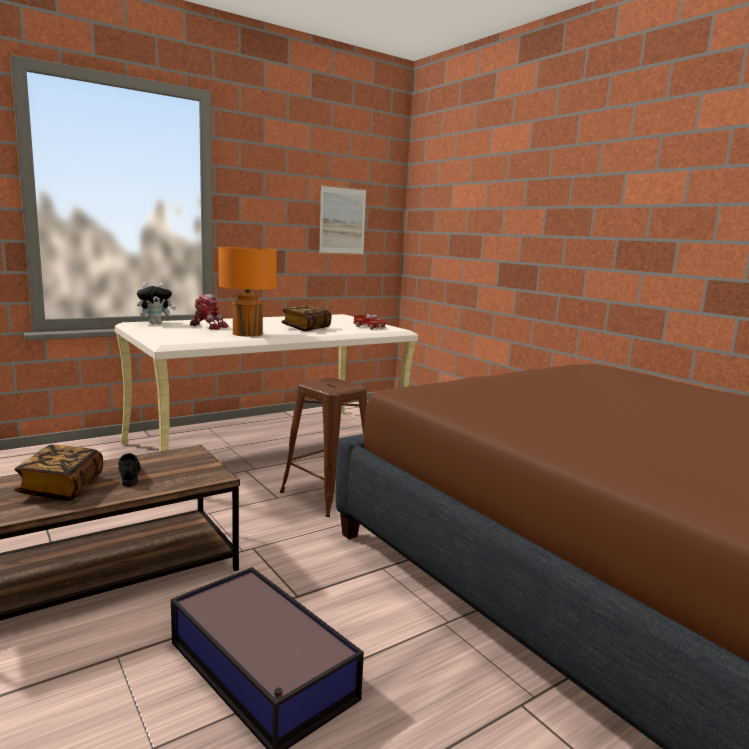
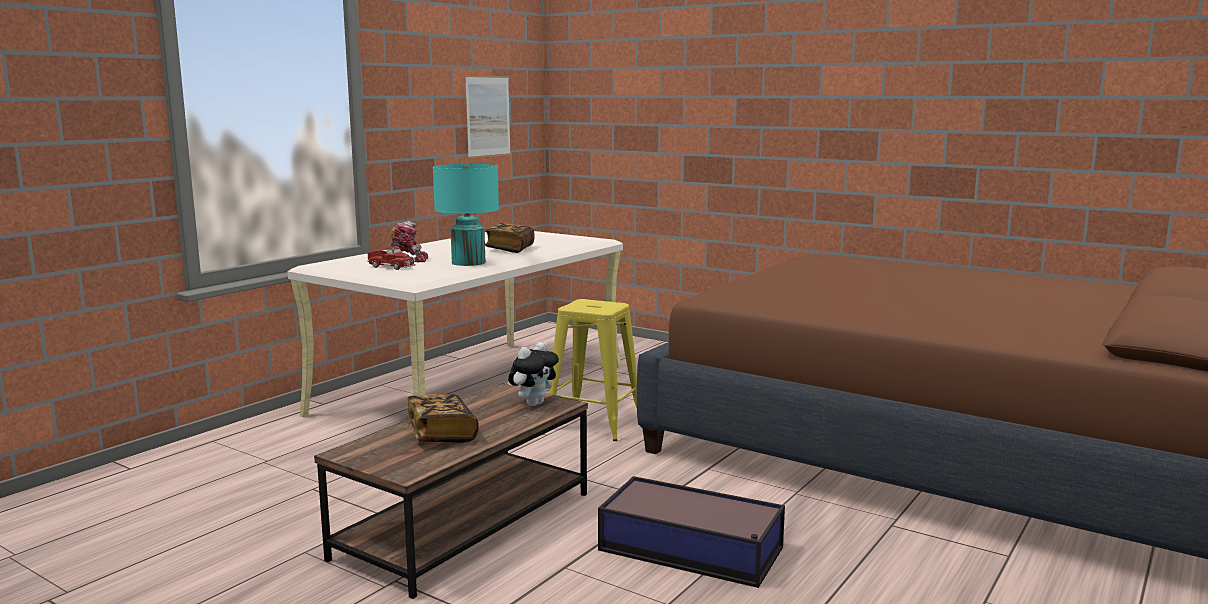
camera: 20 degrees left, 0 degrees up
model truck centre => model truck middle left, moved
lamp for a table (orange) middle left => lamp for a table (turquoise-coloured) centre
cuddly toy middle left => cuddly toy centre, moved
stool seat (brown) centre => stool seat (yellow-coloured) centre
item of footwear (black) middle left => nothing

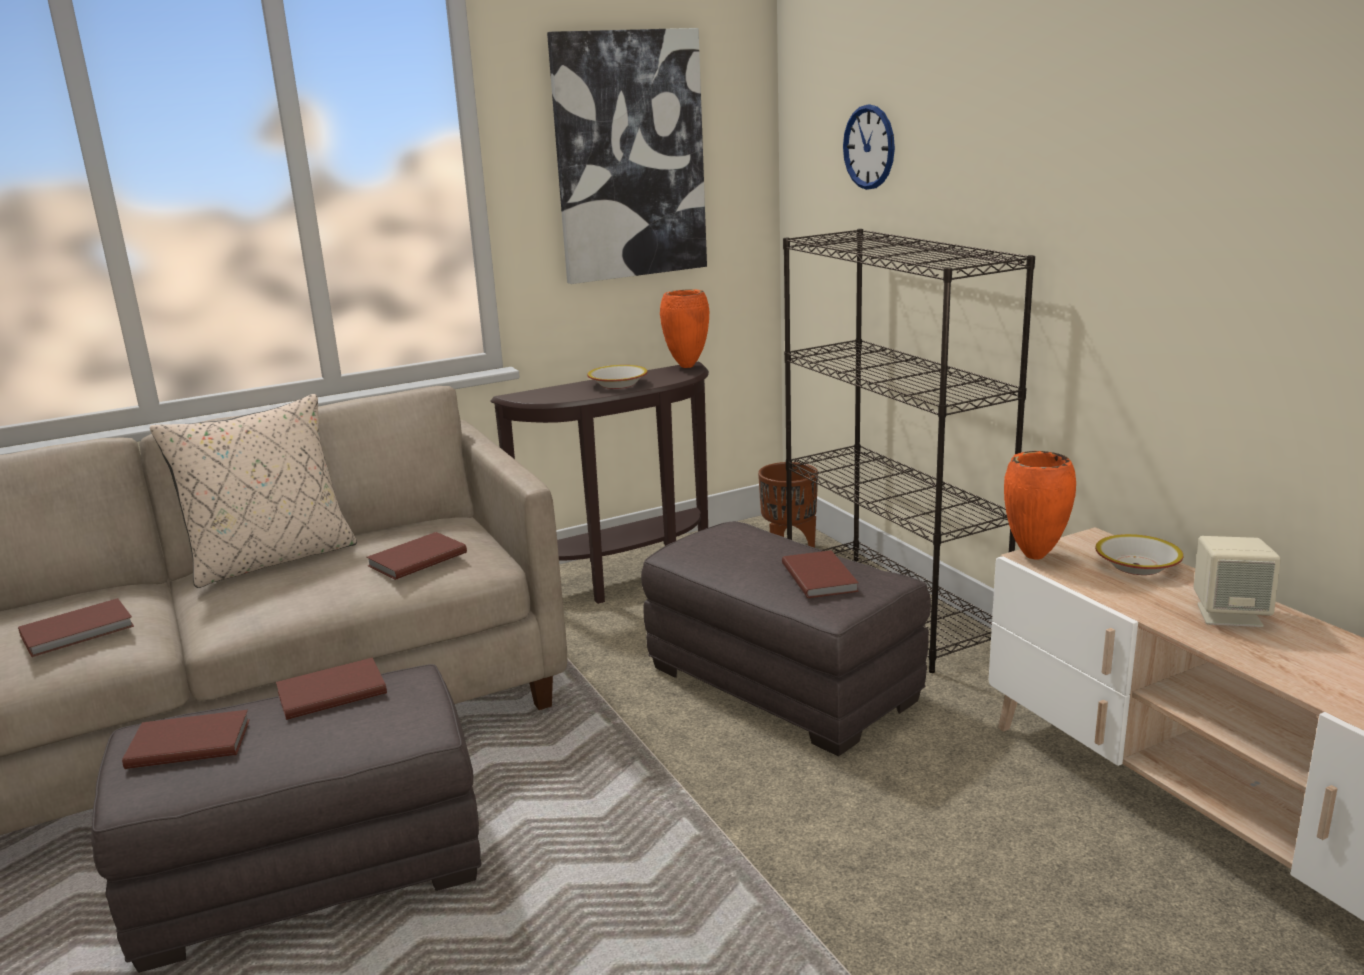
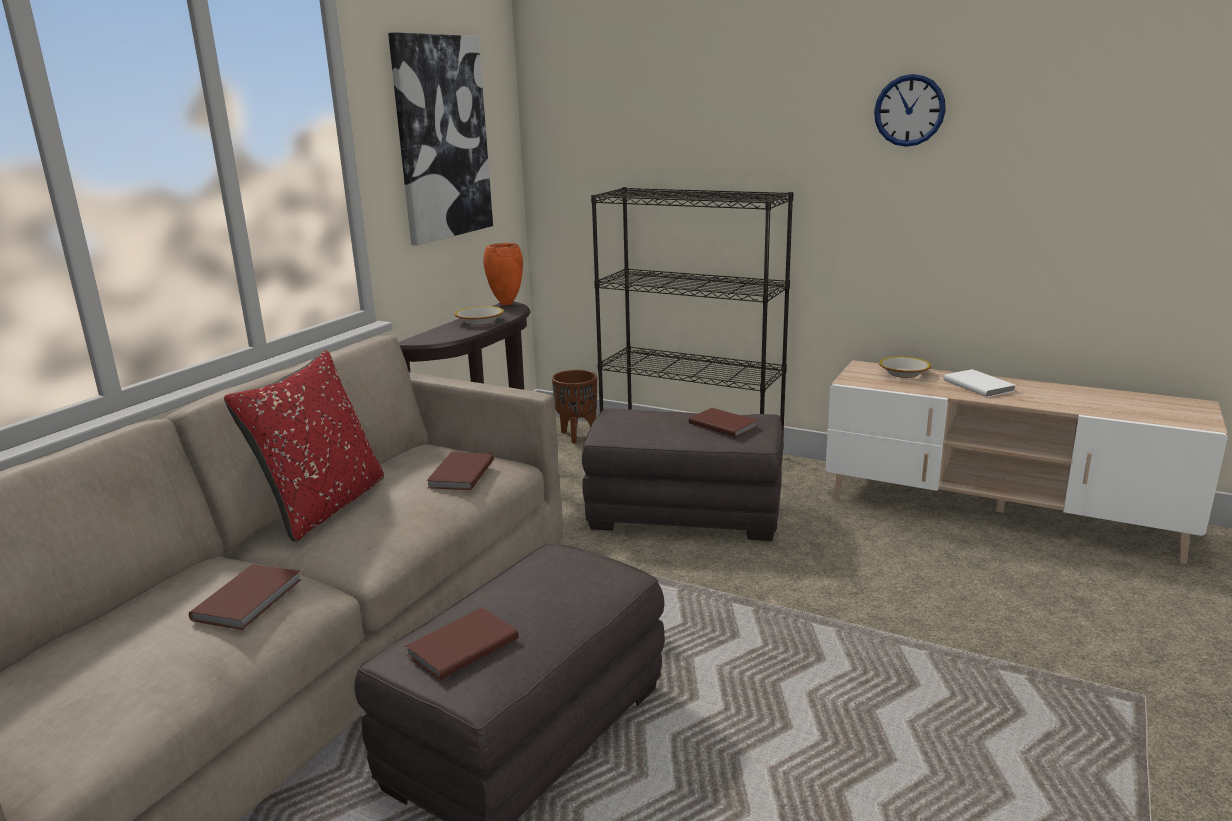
camera: 35 degrees left, 0 degrees up
pillow (sand-coloured) middle left => pillow (red) middle left
clock on the wall top centre => clock on the wall top right, moved
loudspeaker (sand-coloured) middle right => book (white) middle right
book (brown) (3rd from left) bottom left => nothing
decorative vase (orange) (2nd from left) middle right => nothing

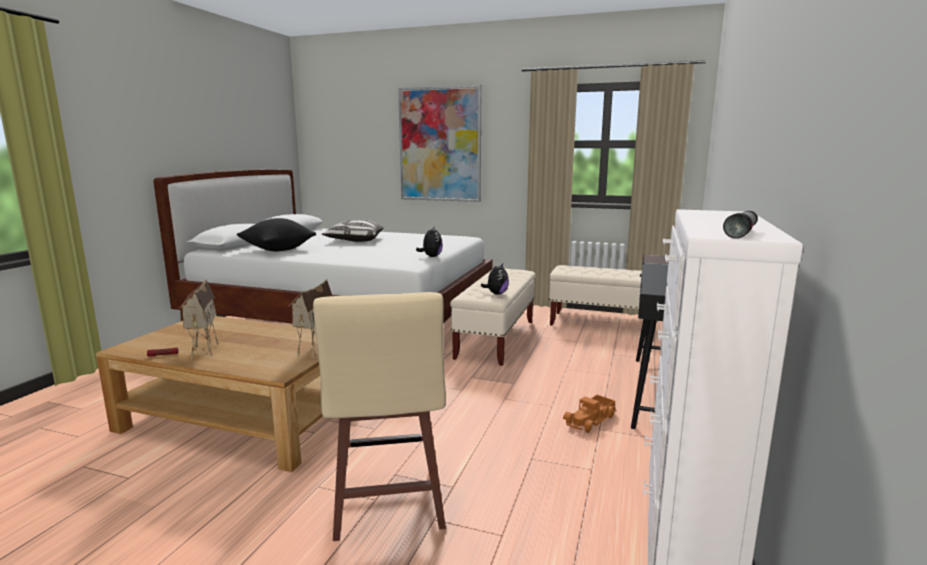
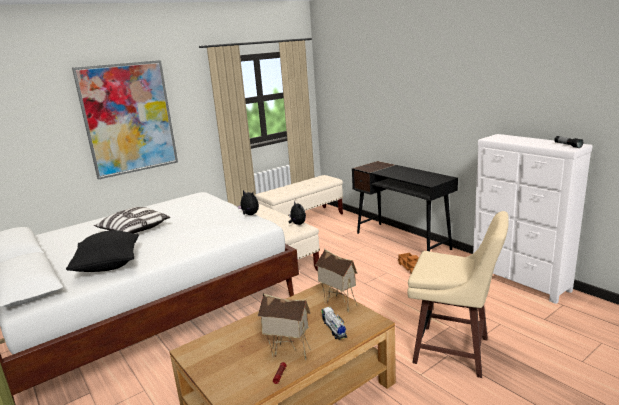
camera: 55 degrees left, 5 degrees up
nothing => model truck (1st from left) bottom centre

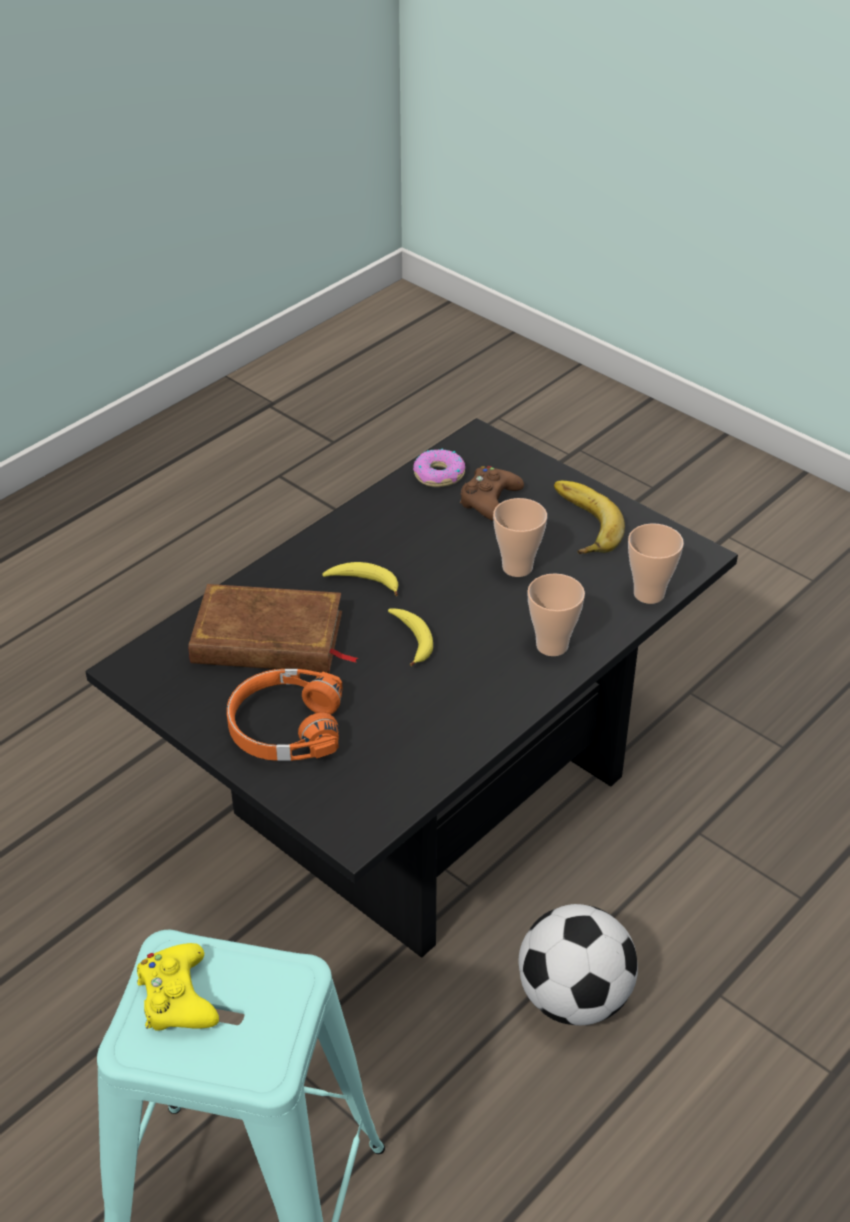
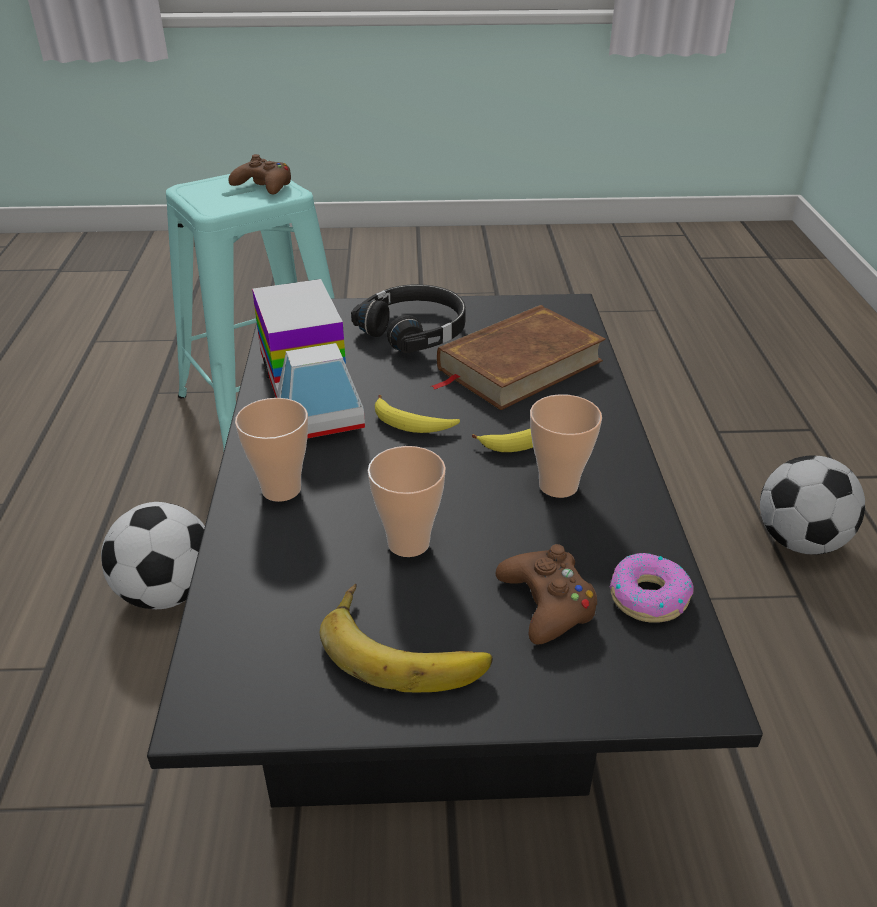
camera: 135 degrees right, 5 degrees down
joypad (yellow-coloured) bottom left => joypad (brown) (1st from left) top left
nothing => model truck centre
headphones (orange) centre => headphones (black) centre
small cup (3rd from left) middle right => small cup (3rd from left) centre, moved
nothing => football ball (2nd from left) middle right

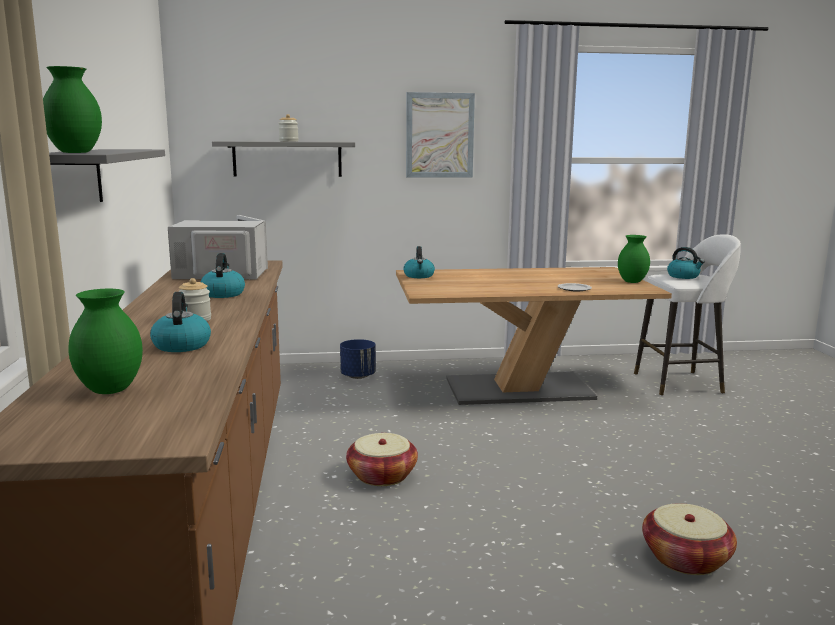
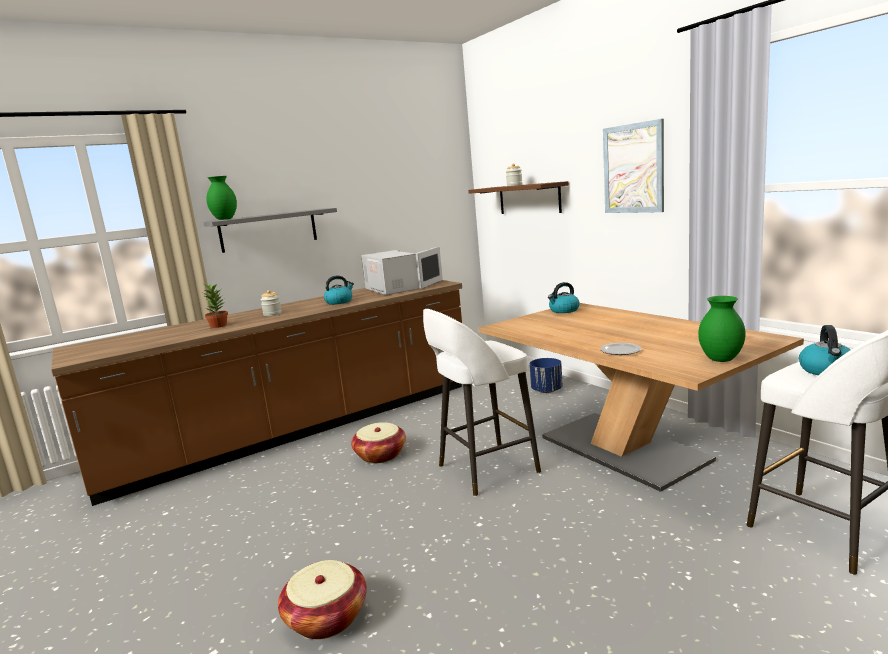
camera: 65 degrees right, 0 degrees up
tea kettle (1st from left) middle left => potted plant middle left
nothing => stool seat (white) (1st from left) centre
wall shelf (greyish) (2nd from left) top centre => wall shelf (brown) top centre
decorative vase (greenish) (2nd from left) middle left => nothing

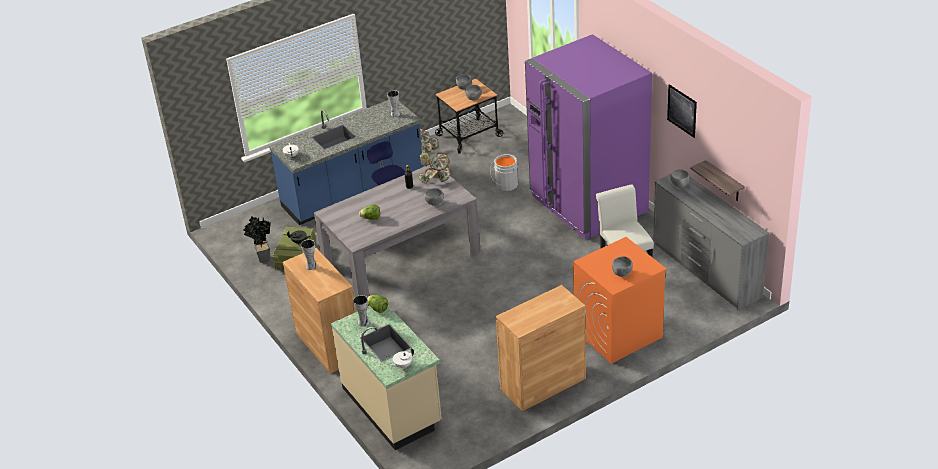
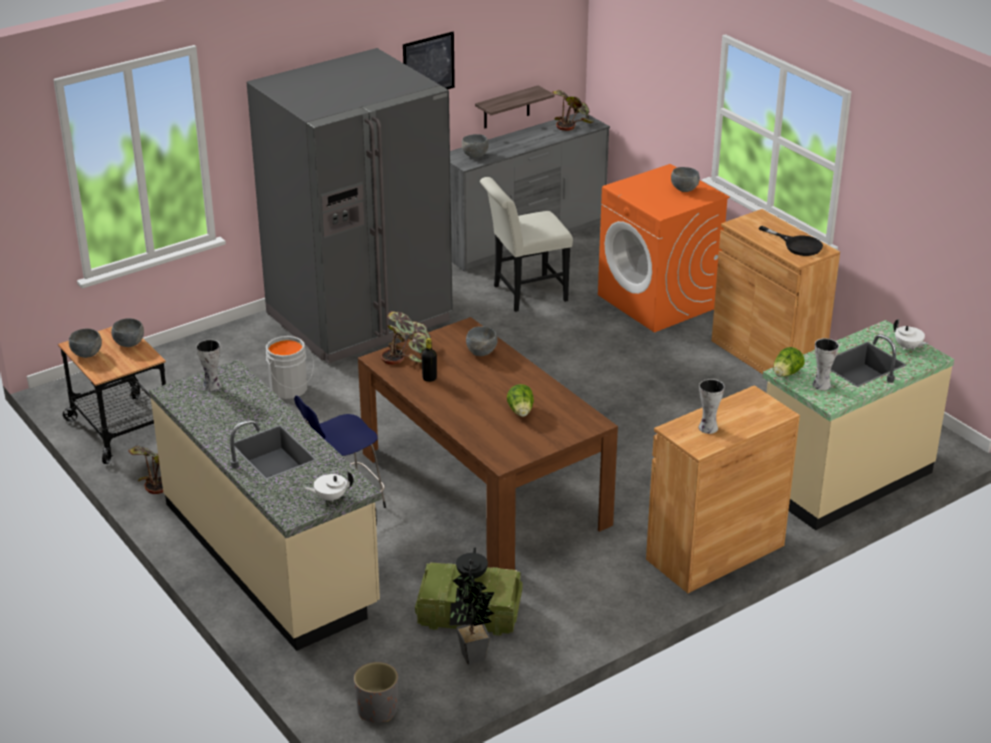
camera: 95 degrees left, 5 degrees down
counter (bluish) centre => counter (sand-coloured) (1st from left) bottom left
refrigerator (purple-coloured) top centre => refrigerator (greyish) top centre
nothing => flower pot (greyish) bottom centre
dinner table (greyish) centre => dinner table (brown) centre
nothing => potted plant (4th from left) top centre
nothing => skillet (black) top right

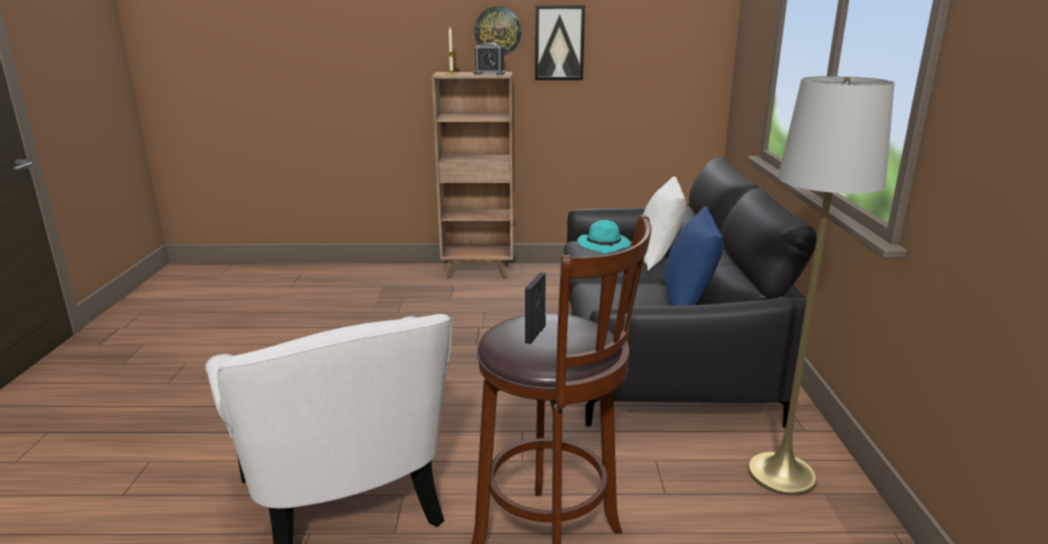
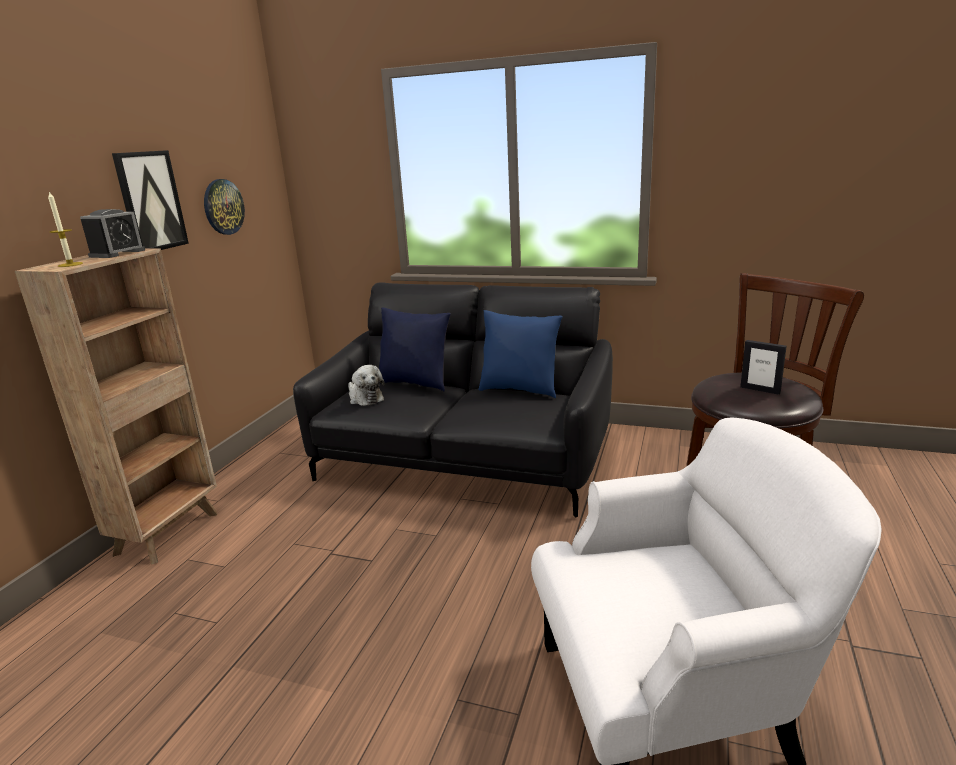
camera: 70 degrees left, 0 degrees up
clock on the wall top centre => clock on the wall top left, moved
wearable hat (turquoise-coloured) centre => cuddly toy centre
pillow (white) centre => pillow (bluish) (1st from left) centre
standing lamp (greyish) middle right => nothing

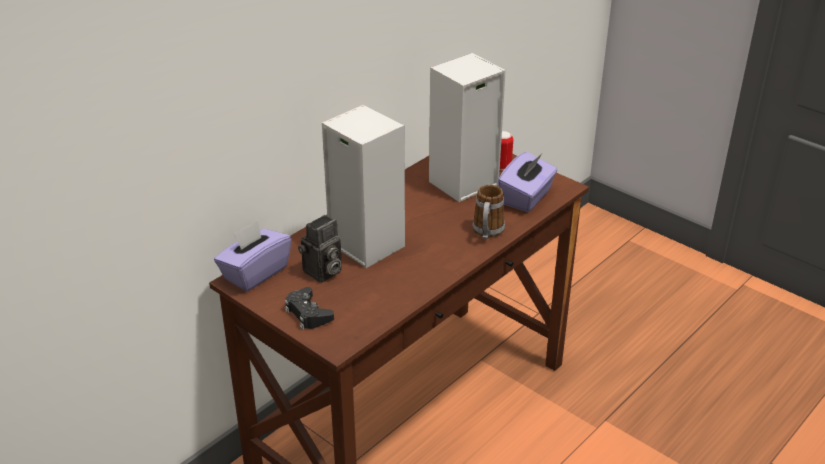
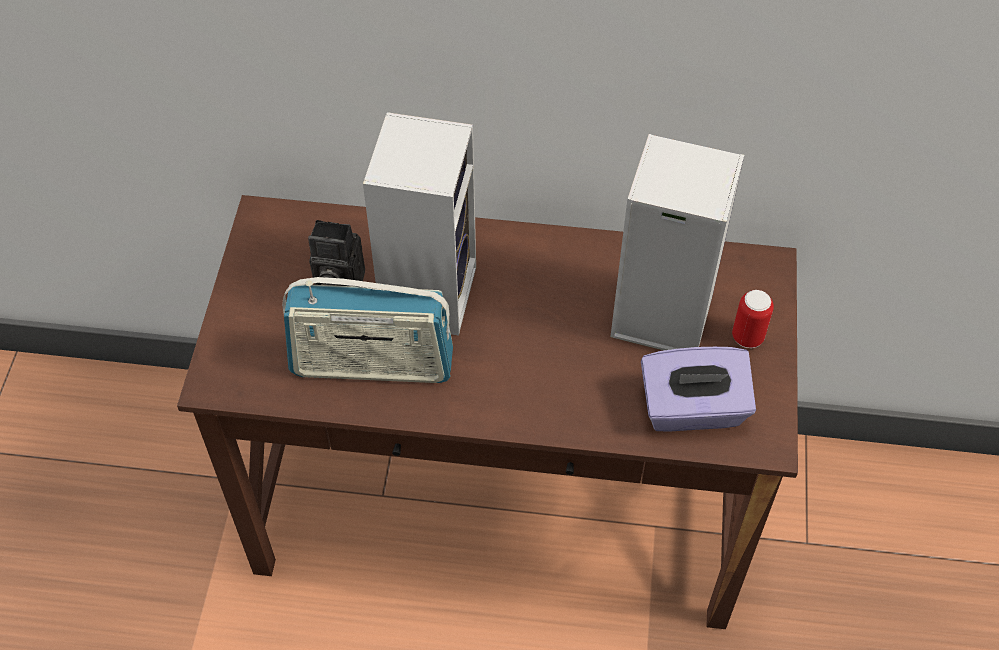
camera: 55 degrees right, 20 degrees up
nothing => radio set centre
box of tissues (purple-coloured) (1st from left) middle left => nothing
joypad (black) centre => nothing
tea mug centre => nothing

